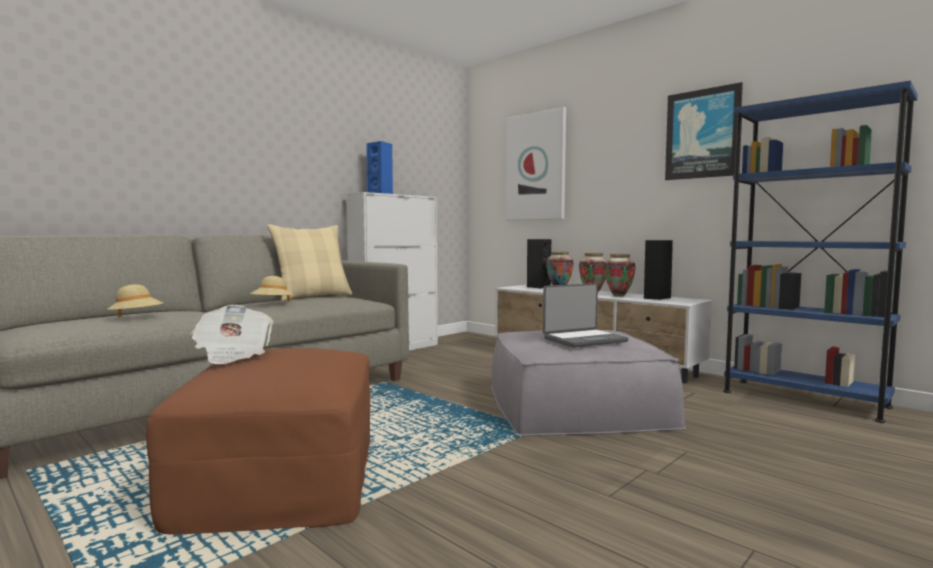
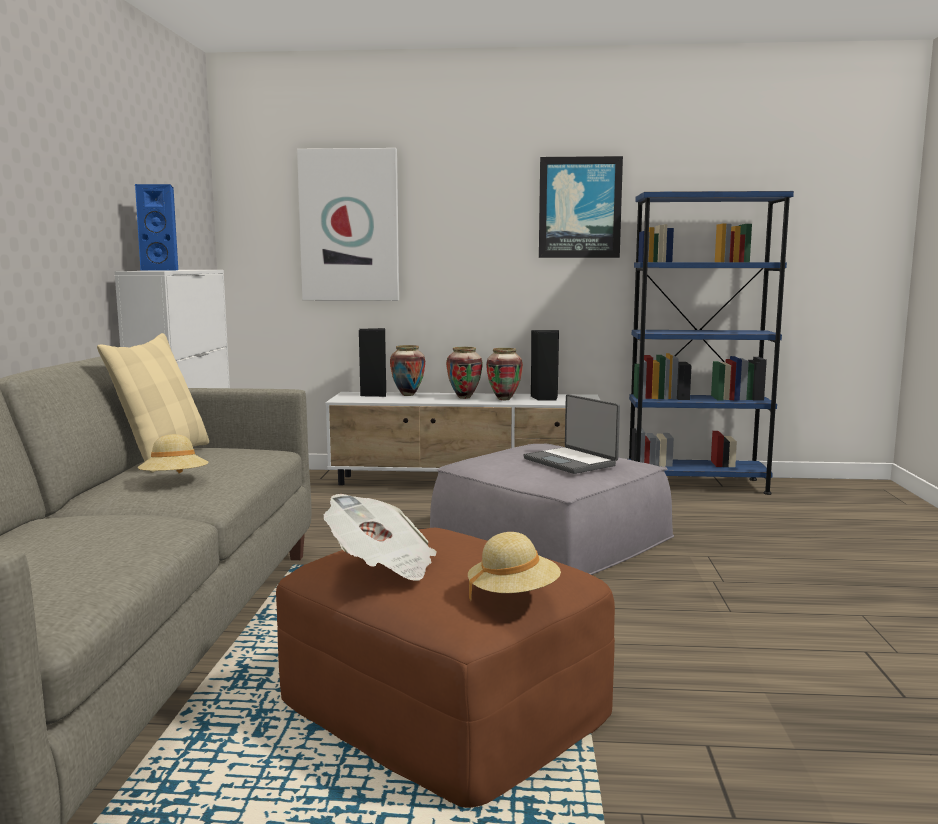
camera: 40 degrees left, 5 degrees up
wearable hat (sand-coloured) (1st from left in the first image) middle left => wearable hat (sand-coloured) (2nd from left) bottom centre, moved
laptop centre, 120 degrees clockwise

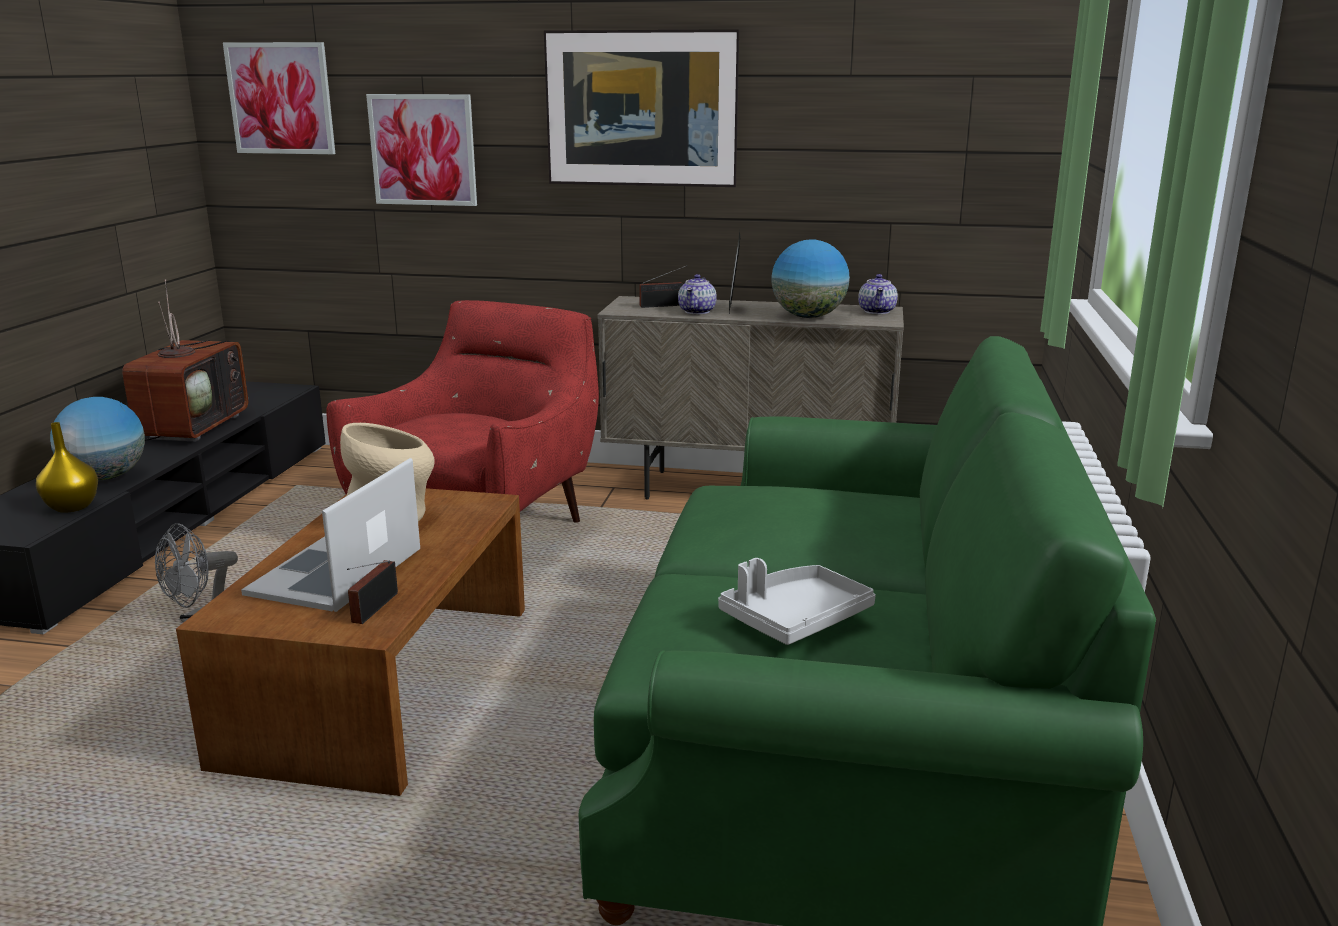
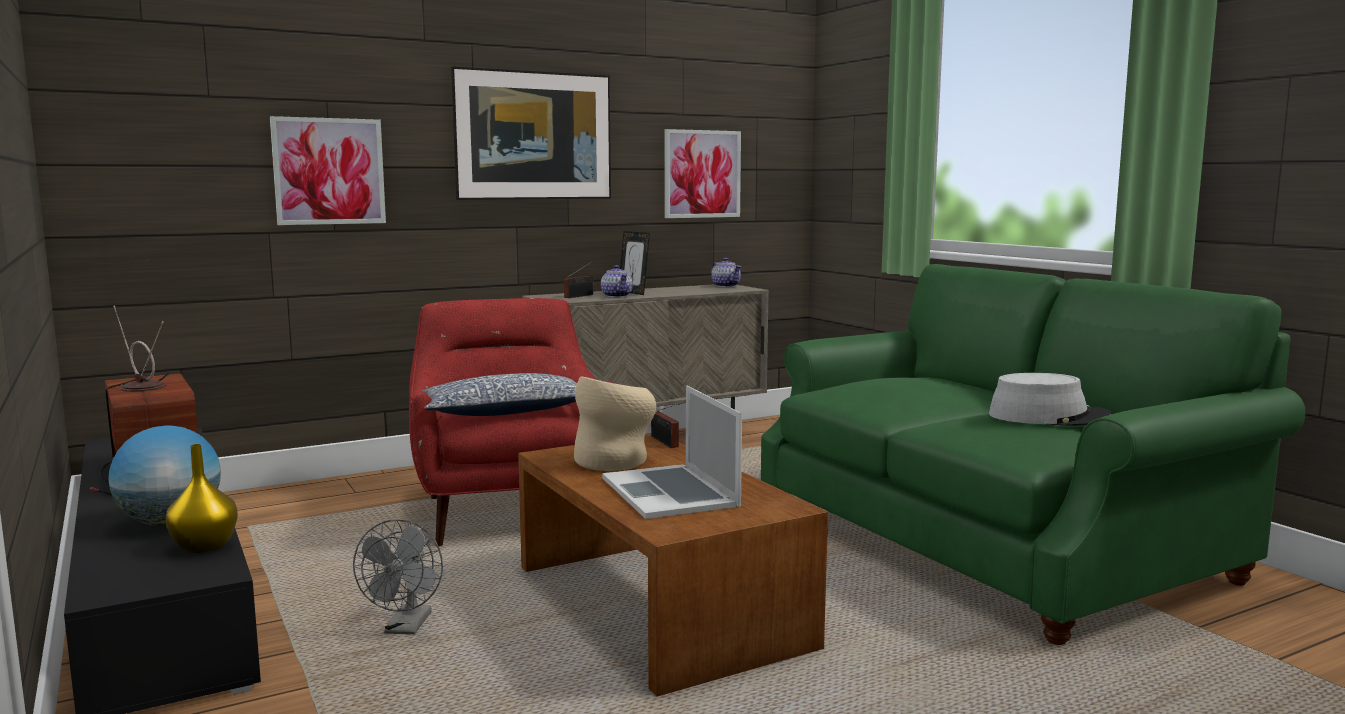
camera: 40 degrees left, 10 degrees down
nothing => pillow centre
radio set (1st from left in the first image) middle left => radio set (2nd from left) centre, moved
wall art (1st from left in the first image) top left => wall art (3rd from left) top centre, moved
tray (greyish) centre => wearable hat (greyish) middle right
desk globe (2nd from left) top centre => nothing

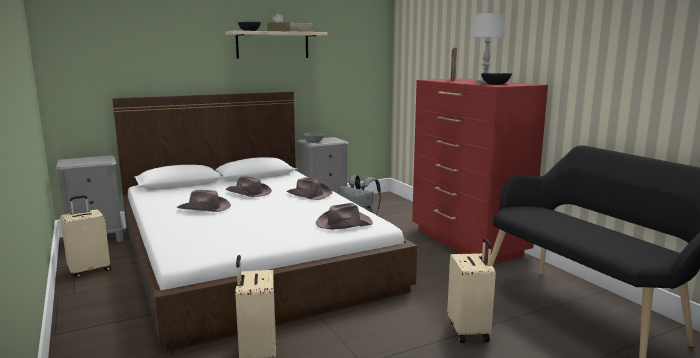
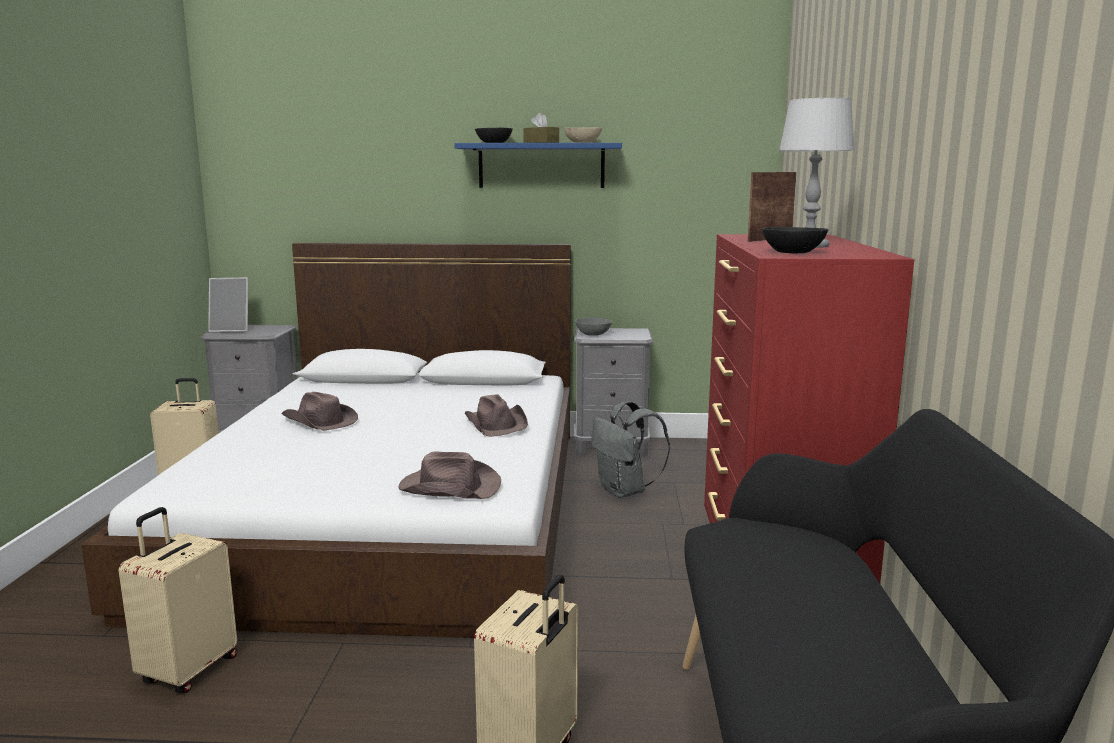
camera: 30 degrees right, 0 degrees up
nothing => photo frame (1st from left) middle left
wall shelf (sand-coloured) top centre => wall shelf (bluish) top centre
wearable hat (brown) (2nd from left) centre => nothing

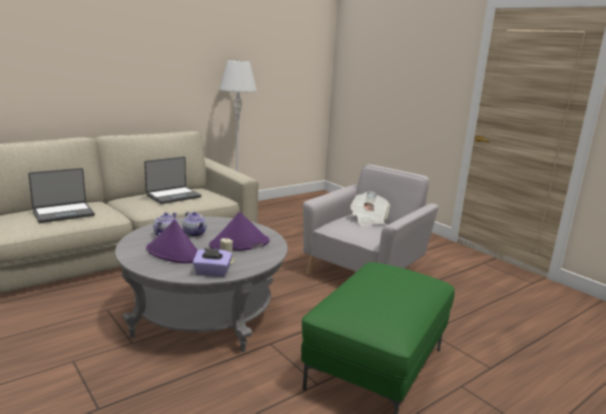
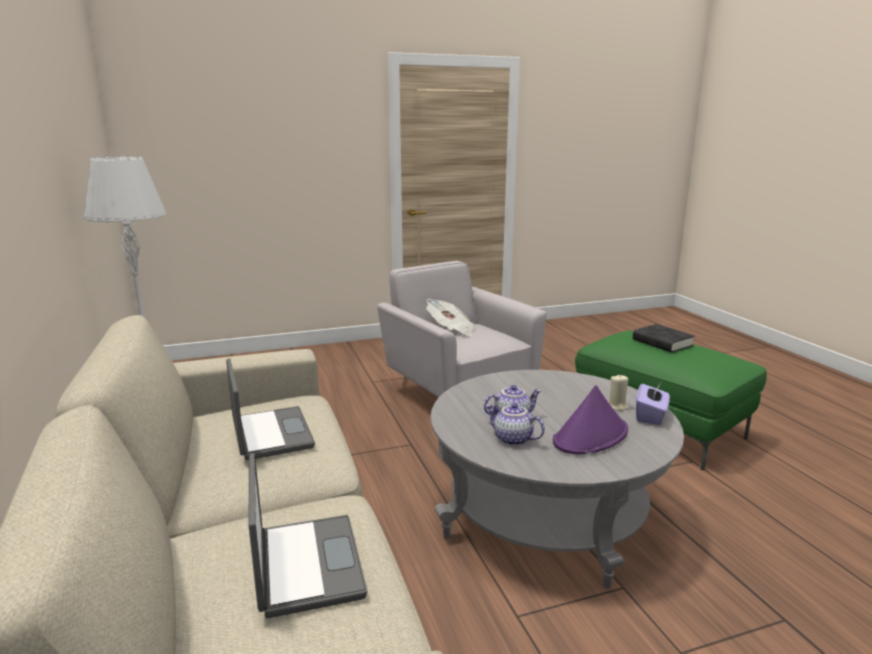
camera: 70 degrees left, 0 degrees up
nothing => book (black) middle right
wearable hat (purple-coloured) (2nd from left) centre => nothing

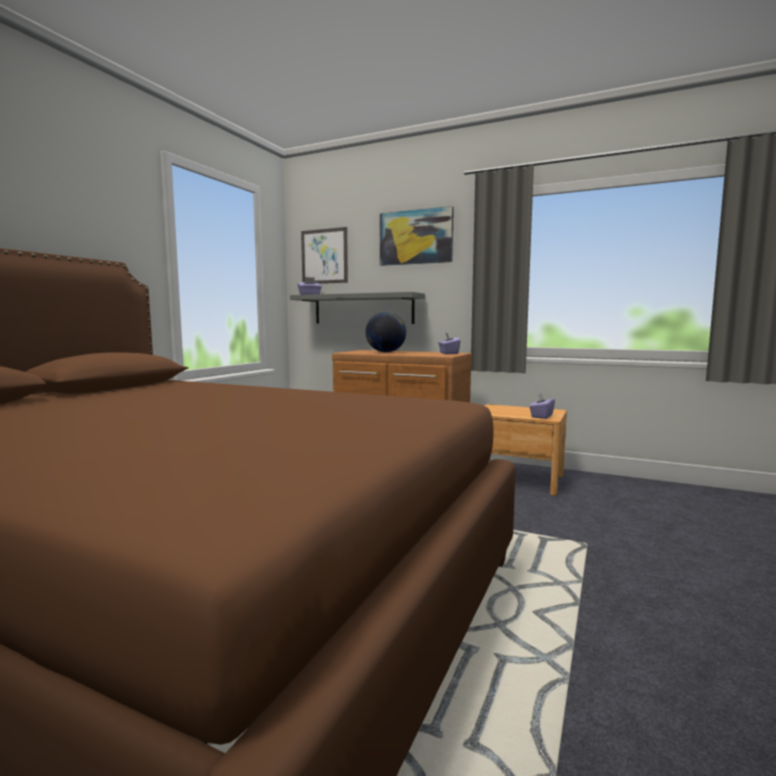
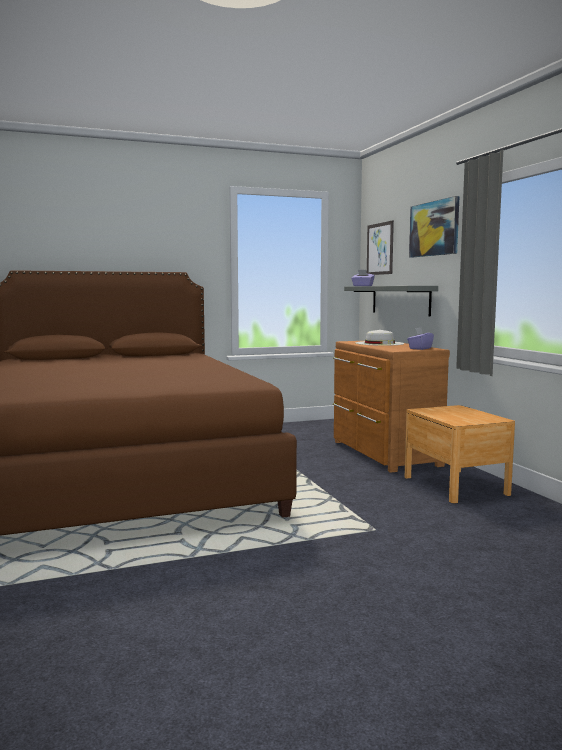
camera: 45 degrees right, 0 degrees up
desk globe centre => wearable hat (white) middle right
box of tissues (purple-coloured) (3rd from left) middle right => nothing

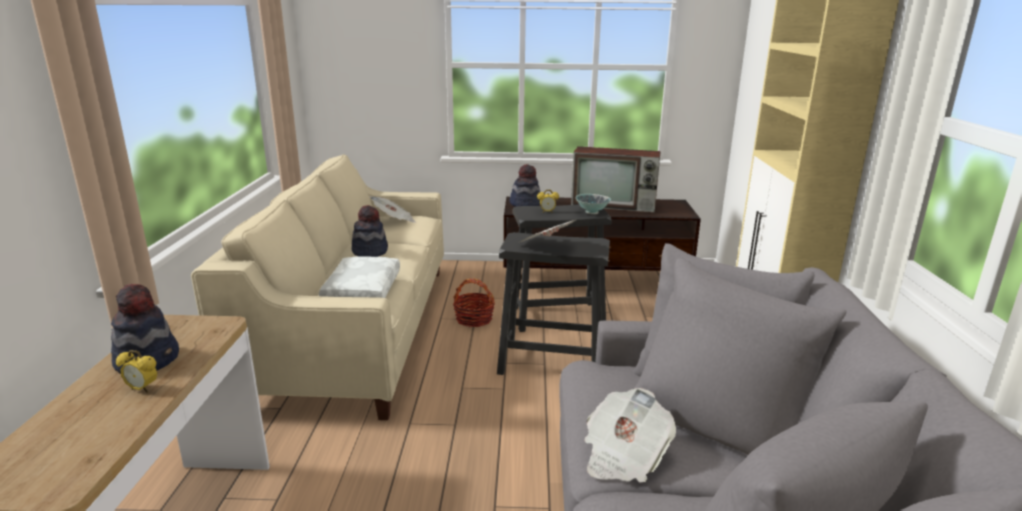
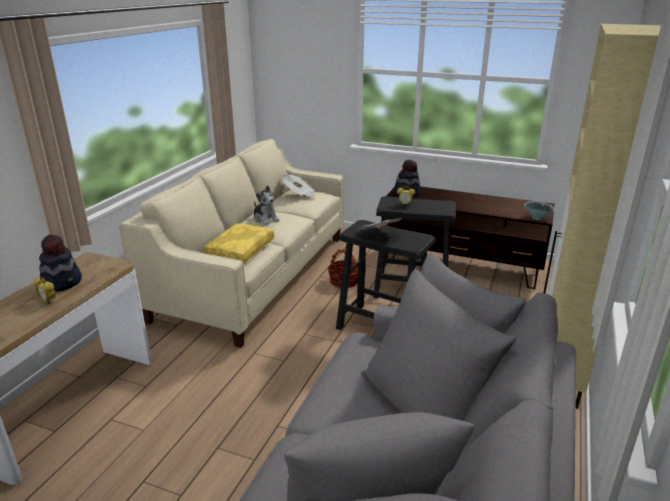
camera: 20 degrees right, 5 degrees up
pillow (white) centre => pillow (yellow-coloured) centre
wearable hat (2nd from left) centre => cuddly toy centre
serving bowl centre => serving bowl middle right, moved
television centre => nothing
newspaper (3rd from left) bottom centre => nothing

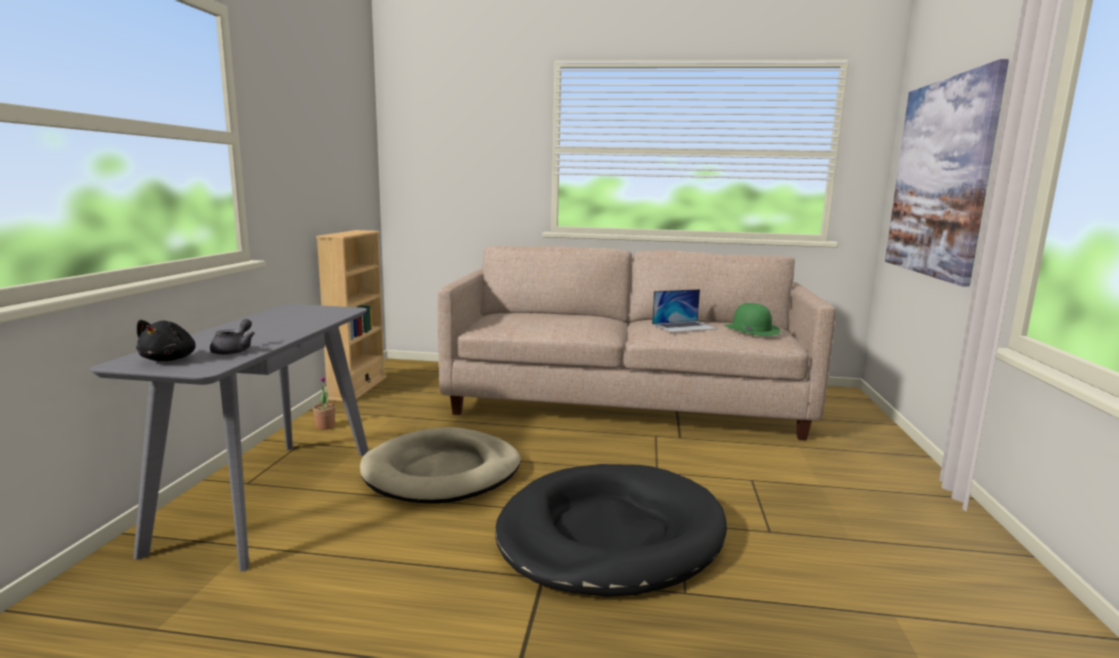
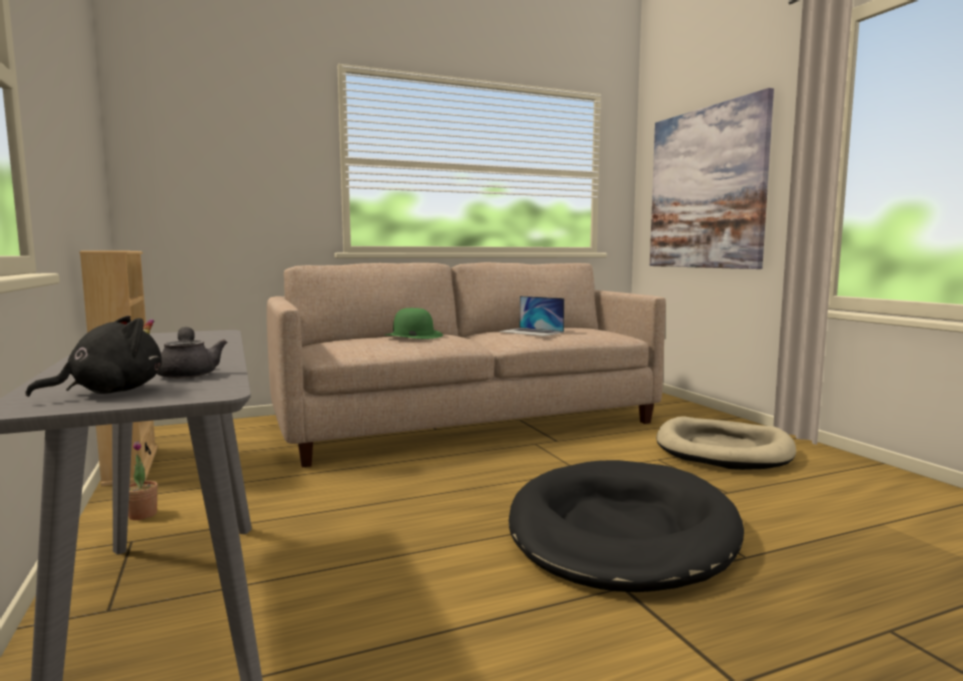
camera: 30 degrees left, 5 degrees down
cuddly toy (black) middle left, 105 degrees counterclockwise
wearable hat (greenish) middle right => wearable hat (greenish) centre, moved
laptop centre, 90 degrees clockwise
dog cushion (sand-coloured) bottom centre => dog cushion (sand-coloured) middle right, moved

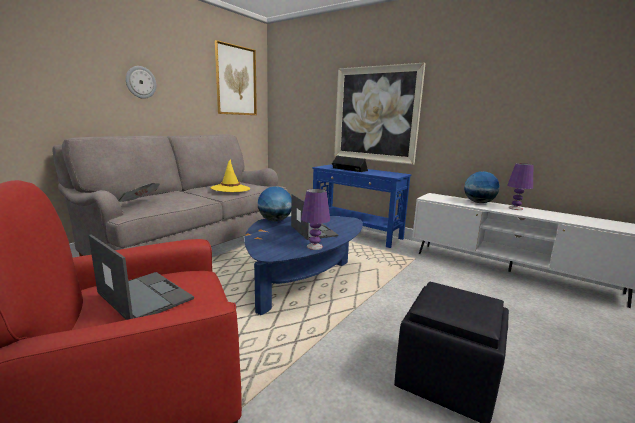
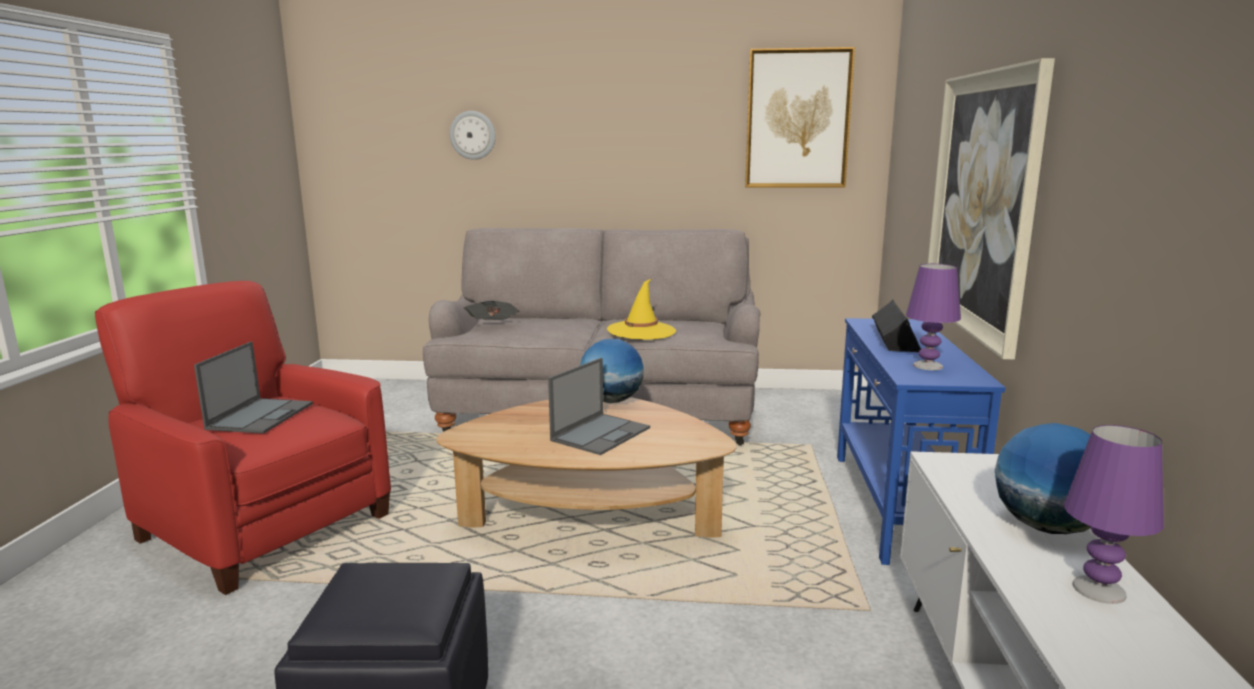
camera: 60 degrees right, 0 degrees up
coffee table (bluish) centre => coffee table (brown) bottom centre
clock on the wall top left => clock on the wall top centre, moved
lamp for a table (purple-coloured) (1st from left) centre => lamp for a table (purple-coloured) (1st from left) middle right, moved

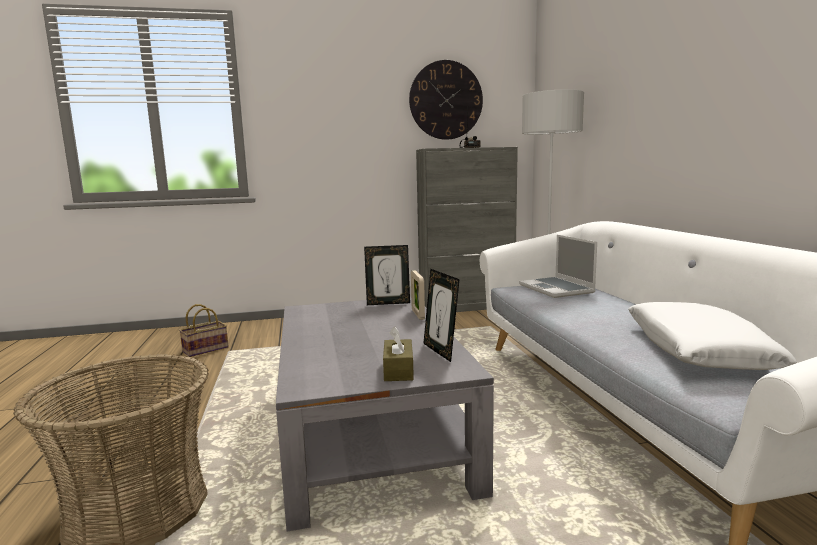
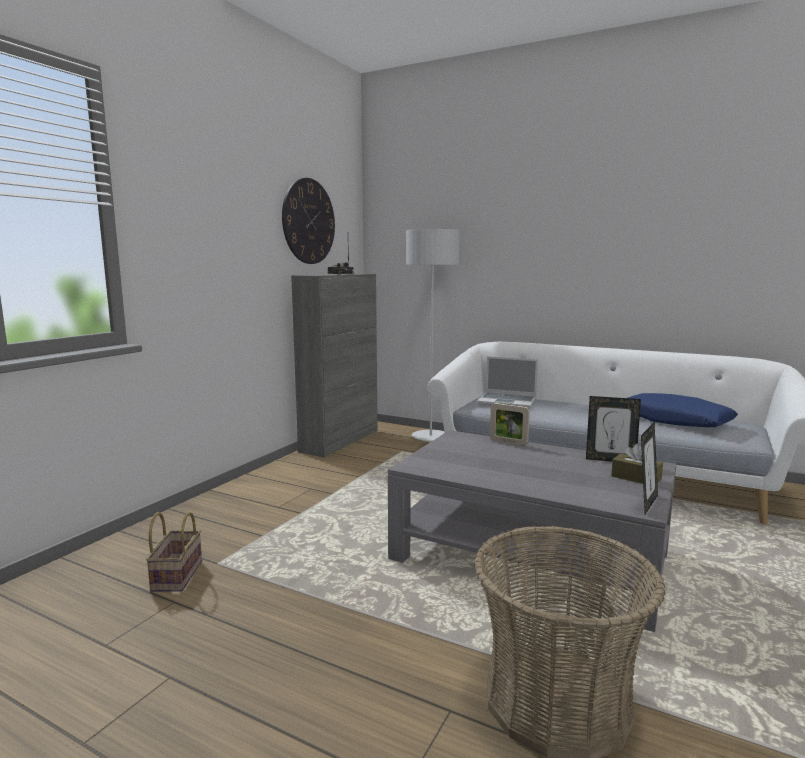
camera: 50 degrees left, 0 degrees up
pillow (white) middle right => pillow (bluish) middle right
photo frame (1st from left in the first image) centre => photo frame (3rd from left) middle right, moved

